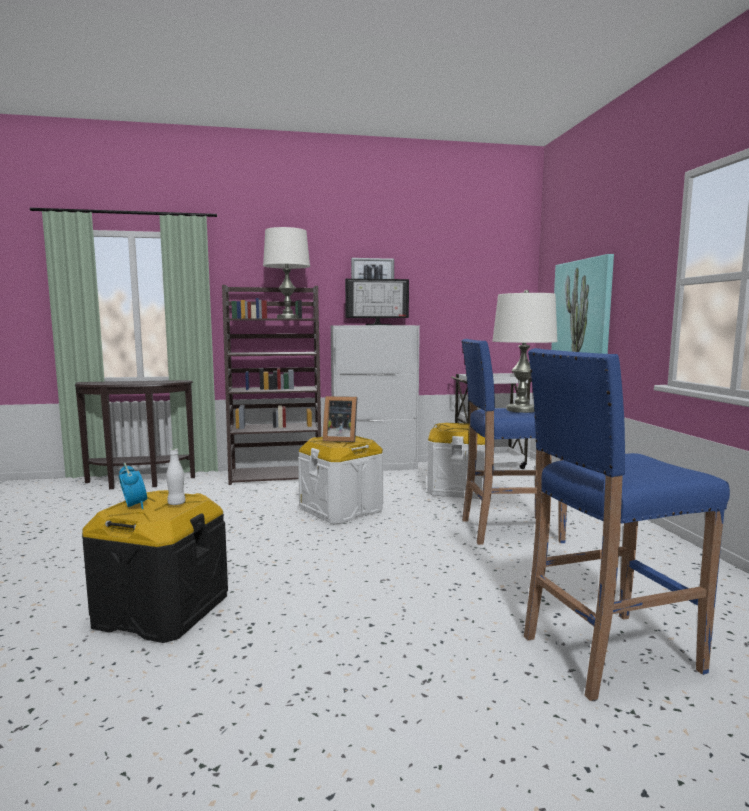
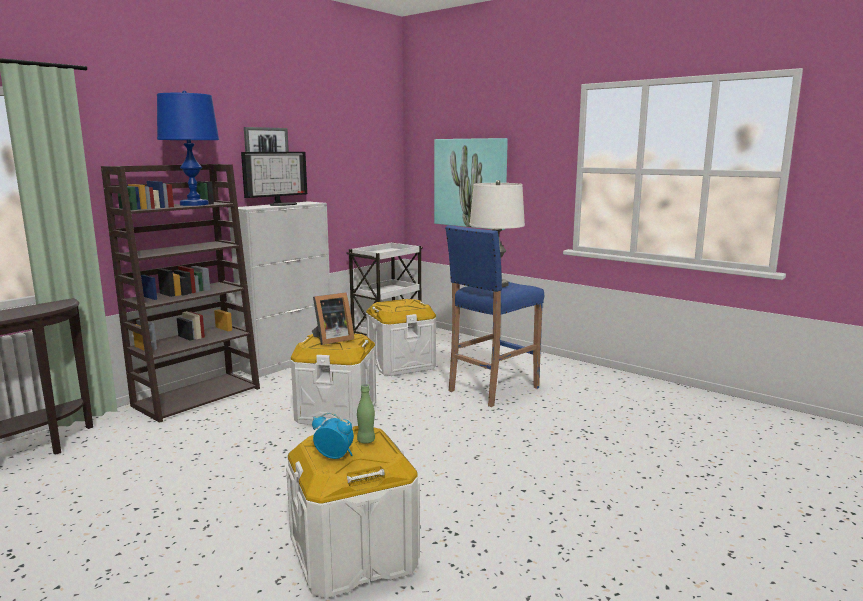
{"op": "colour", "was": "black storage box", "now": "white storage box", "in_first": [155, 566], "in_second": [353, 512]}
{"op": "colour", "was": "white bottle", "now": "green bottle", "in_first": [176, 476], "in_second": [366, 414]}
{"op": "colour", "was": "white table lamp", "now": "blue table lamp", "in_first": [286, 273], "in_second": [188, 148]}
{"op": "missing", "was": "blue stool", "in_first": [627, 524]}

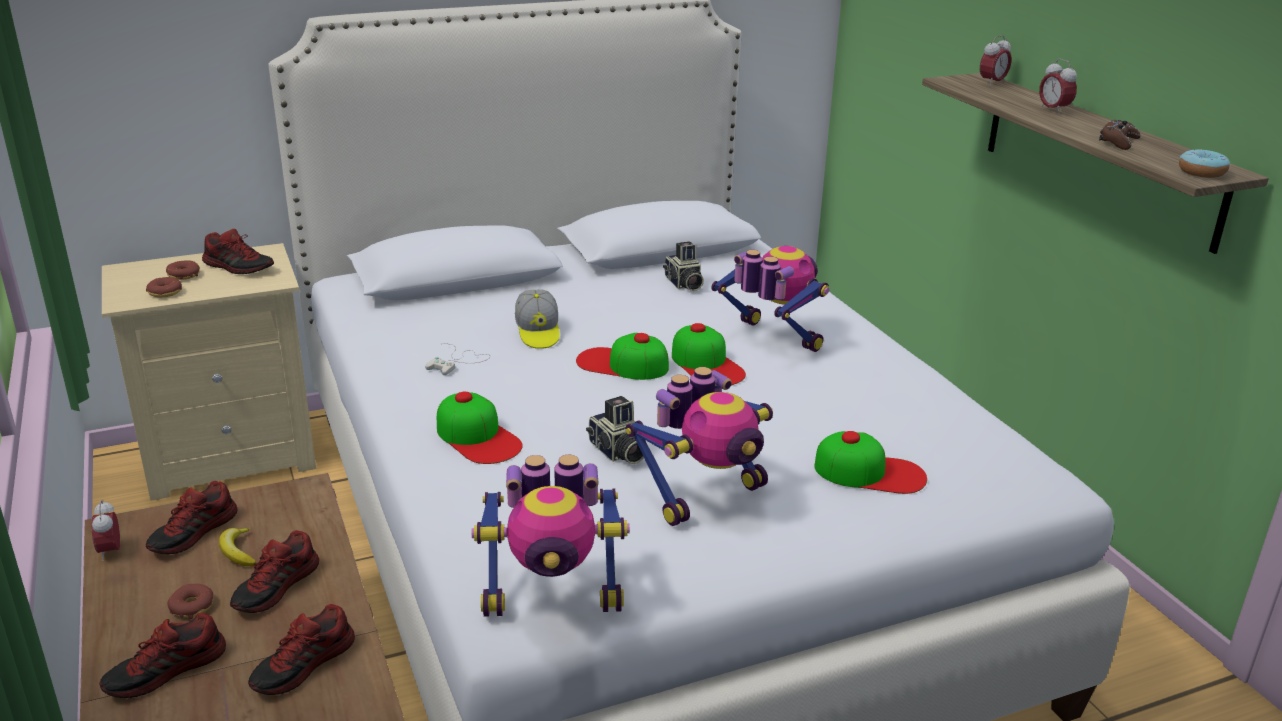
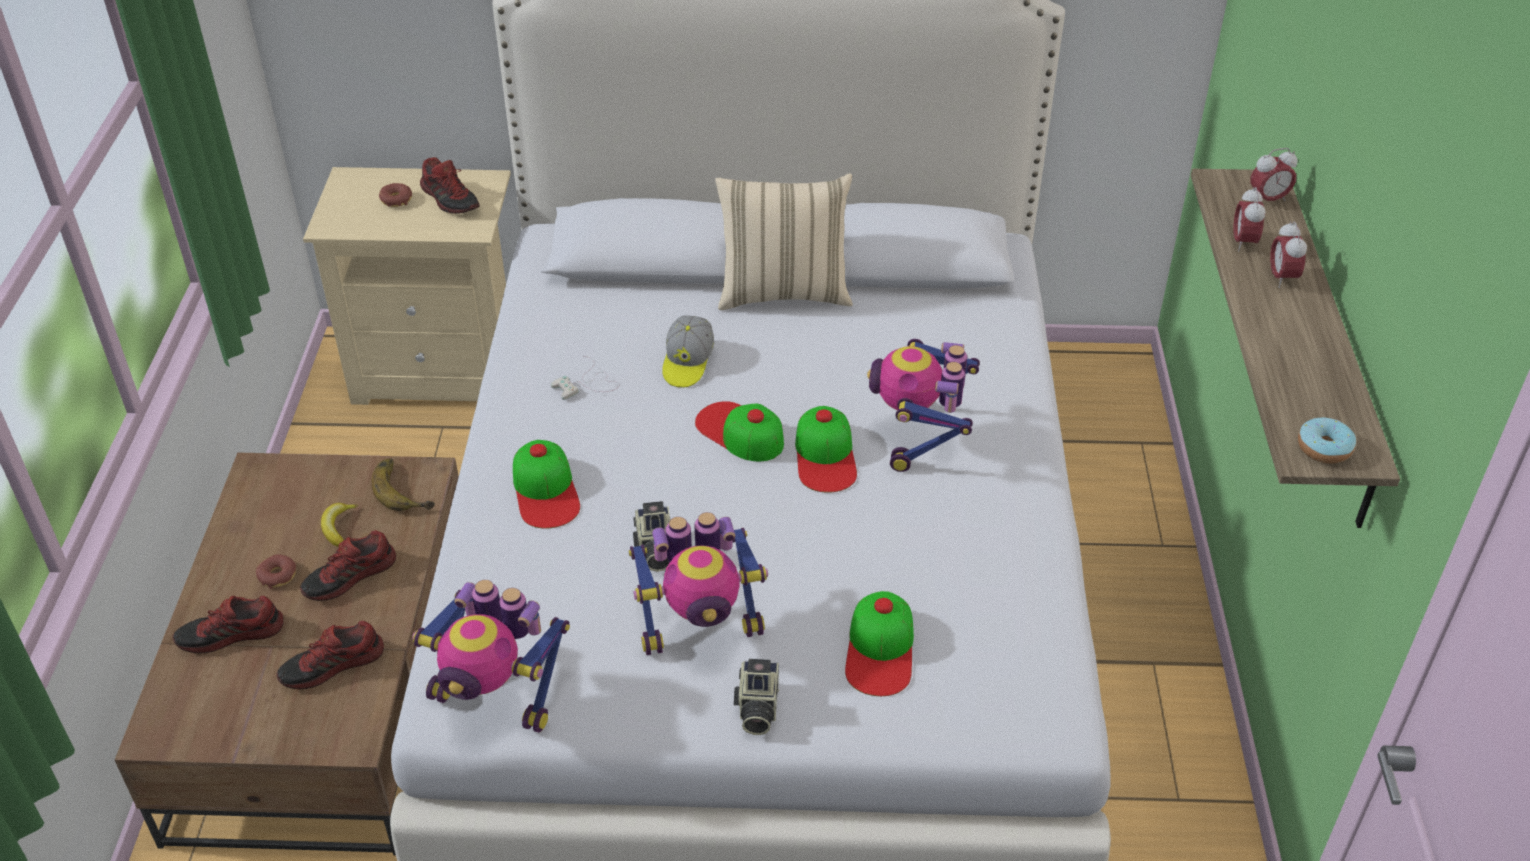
{"op": "relocated", "was": "alarm clock", "in_first": [105, 530], "in_second": [1249, 219]}
{"op": "missing", "was": "donut", "in_first": [164, 287]}
{"op": "missing", "was": "shoe", "in_first": [191, 517]}
{"op": "relocated", "was": "photo camera", "in_first": [683, 266], "in_second": [756, 697]}
{"op": "spun", "was": "toy robot", "in_first": [770, 299], "in_second": [923, 405], "clockwise": -150}
{"op": "spun", "was": "cap", "in_first": [870, 462], "in_second": [879, 643], "clockwise": 60}
{"op": "missing", "was": "brown game controller", "in_first": [1119, 135]}
{"op": "appeared", "now": "banana", "in_second": [403, 485]}
{"op": "appeared", "now": "beige pillow", "in_second": [784, 241]}

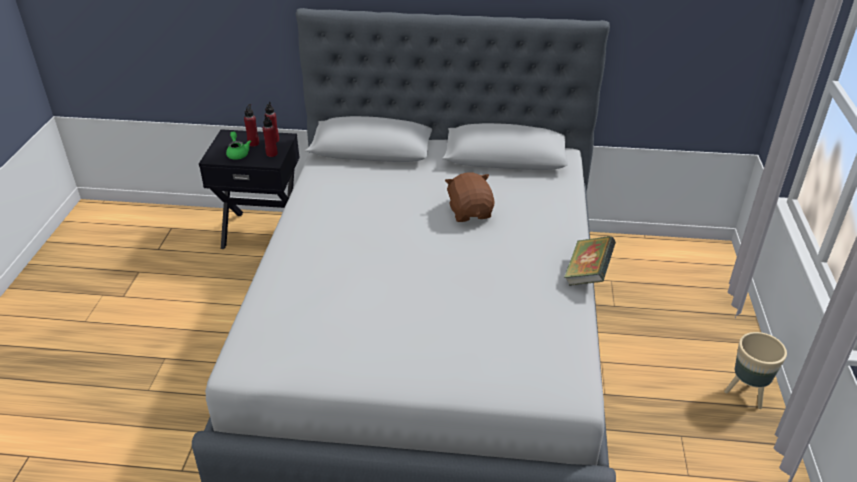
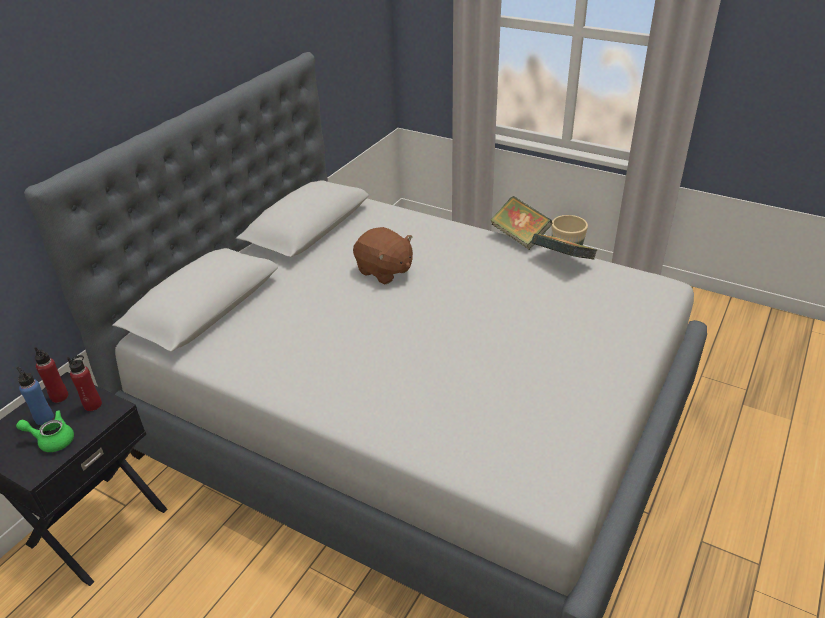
{"op": "colour", "was": "red bottle", "now": "blue bottle", "in_first": [251, 125], "in_second": [35, 396]}
{"op": "spun", "was": "brown plush toy", "in_first": [470, 197], "in_second": [383, 255], "clockwise": -150}
{"op": "appeared", "now": "book", "in_second": [564, 246]}

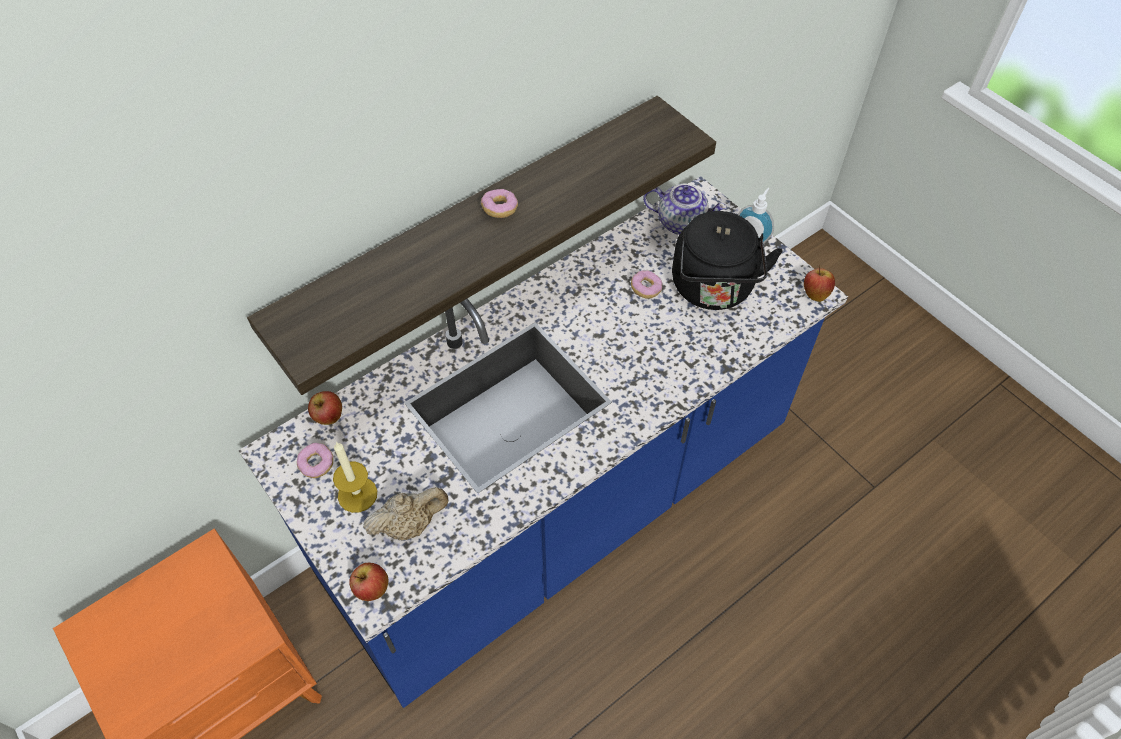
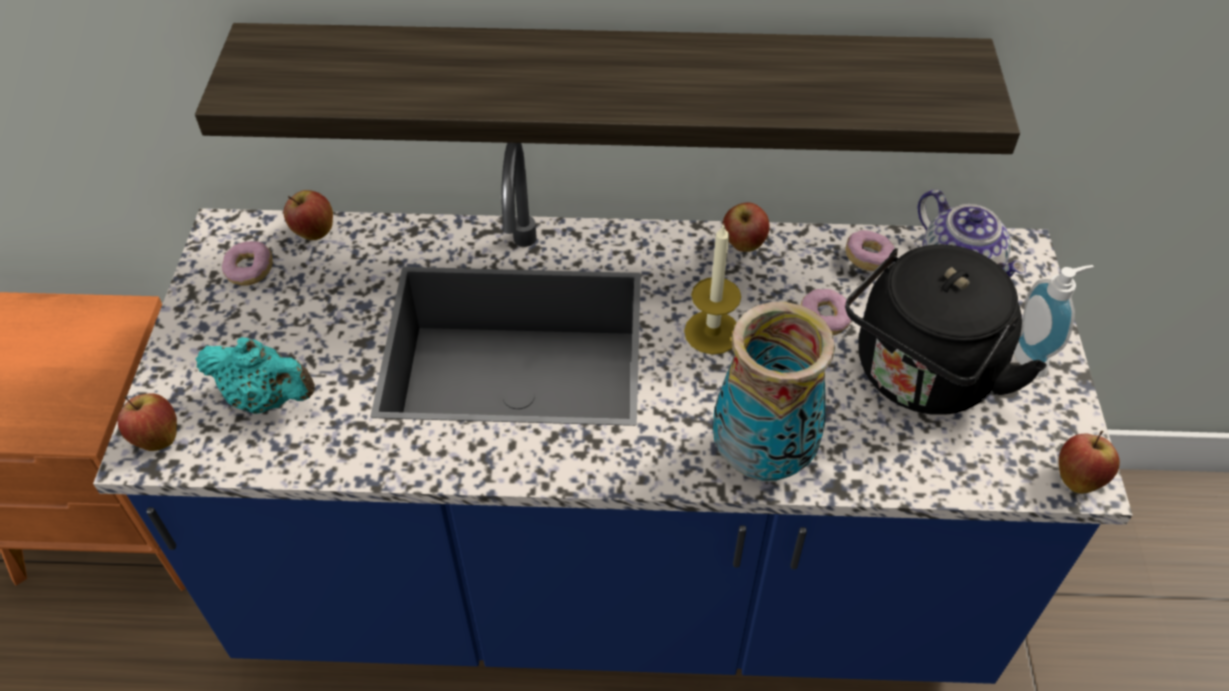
{"op": "relocated", "was": "candle", "in_first": [355, 477], "in_second": [712, 289]}
{"op": "colour", "was": "beige teapot", "now": "turquoise teapot", "in_first": [405, 513], "in_second": [255, 375]}
{"op": "relocated", "was": "donut", "in_first": [499, 203], "in_second": [870, 250]}
{"op": "appeared", "now": "vase", "in_second": [774, 391]}
{"op": "appeared", "now": "apple", "in_second": [746, 227]}

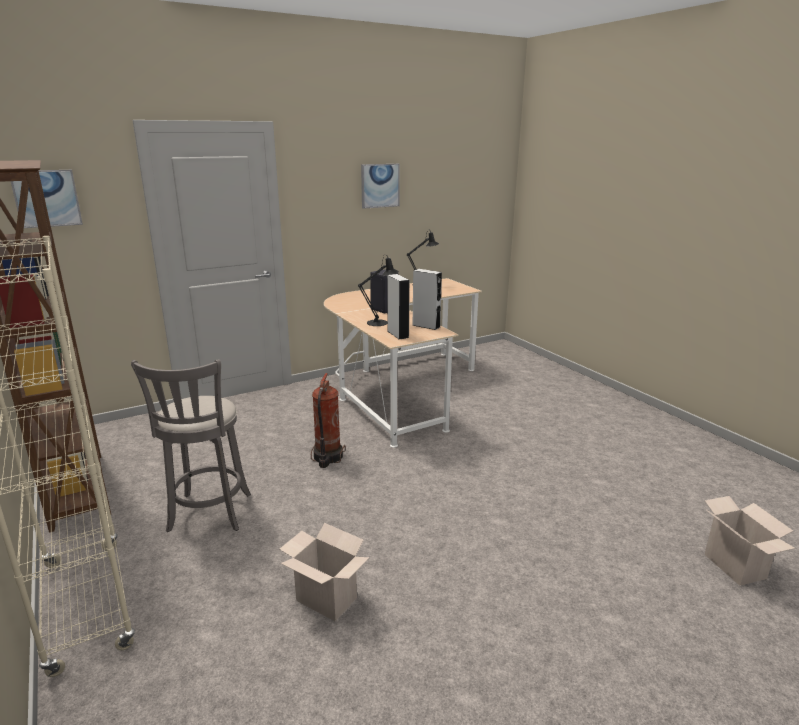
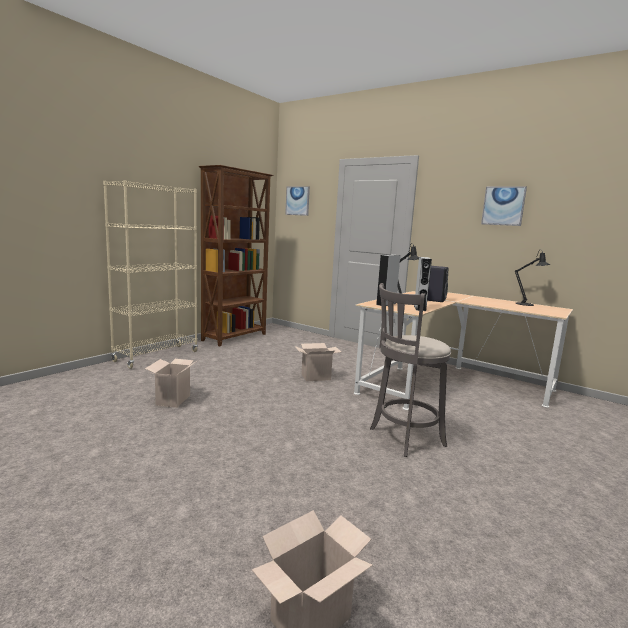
{"op": "relocated", "was": "grey stool", "in_first": [191, 445], "in_second": [410, 370]}
{"op": "exchanged", "was": "fire extinguisher", "now": "cardboard box", "in_first": [328, 420], "in_second": [318, 362]}

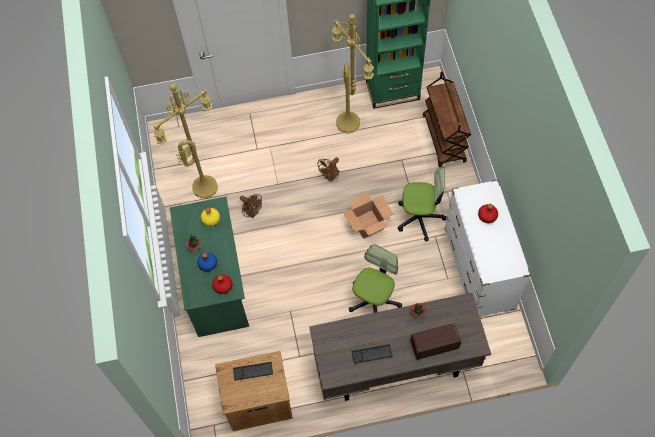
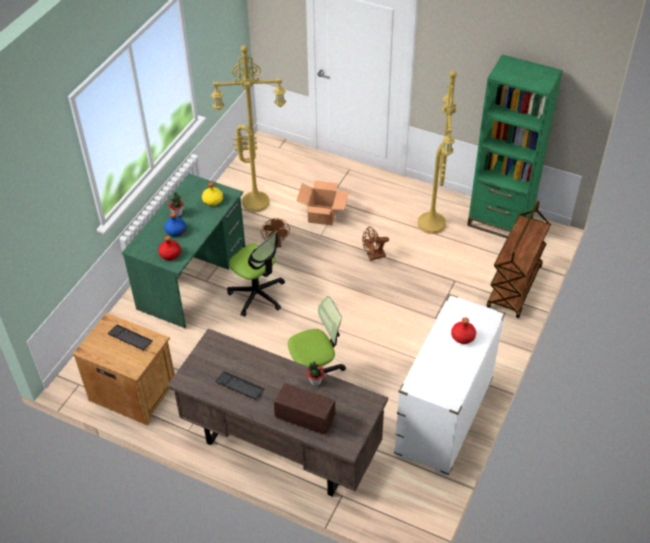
{"op": "relocated", "was": "cardboard box", "in_first": [368, 216], "in_second": [322, 203]}
{"op": "relocated", "was": "office chair", "in_first": [422, 204], "in_second": [256, 274]}

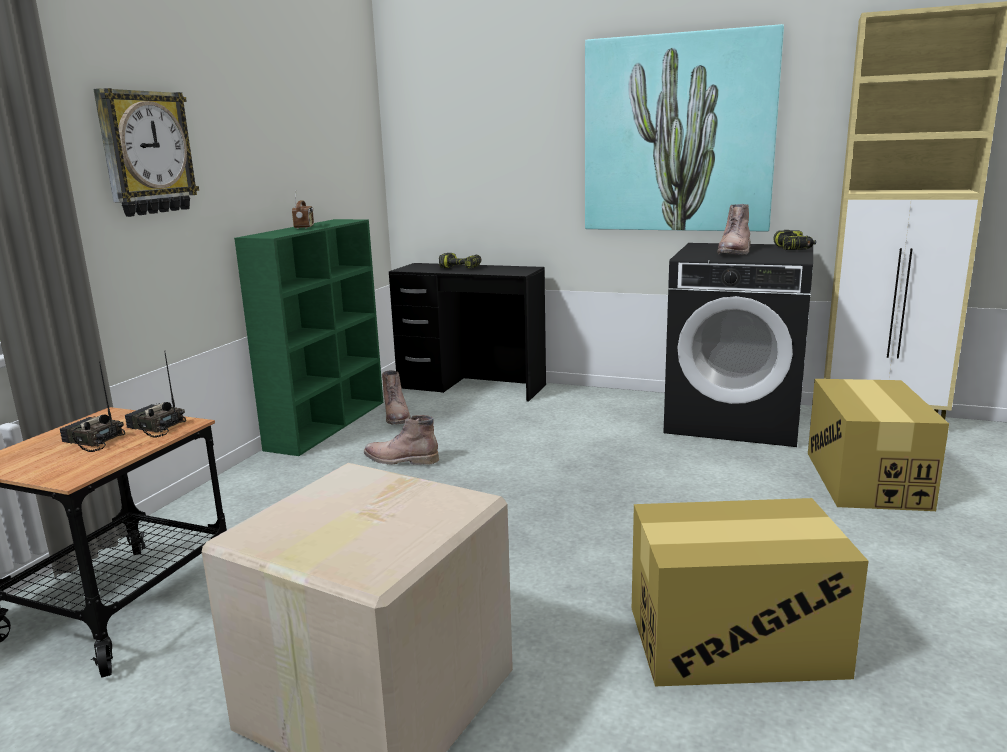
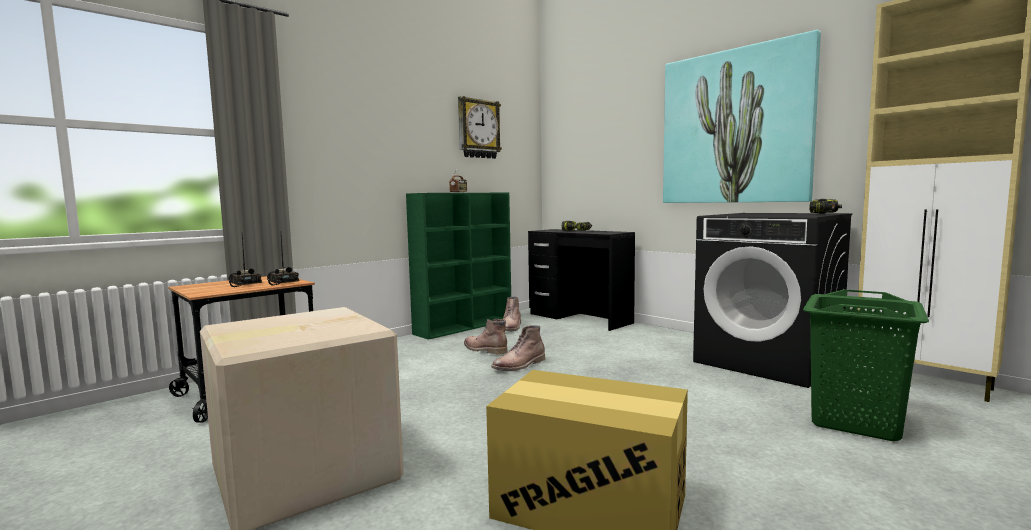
{"op": "relocated", "was": "wall clock", "in_first": [146, 152], "in_second": [480, 127]}
{"op": "relocated", "was": "brown boot", "in_first": [733, 229], "in_second": [518, 348]}
{"op": "exchanged", "was": "cardboard box", "now": "green laundry basket", "in_first": [878, 445], "in_second": [866, 365]}

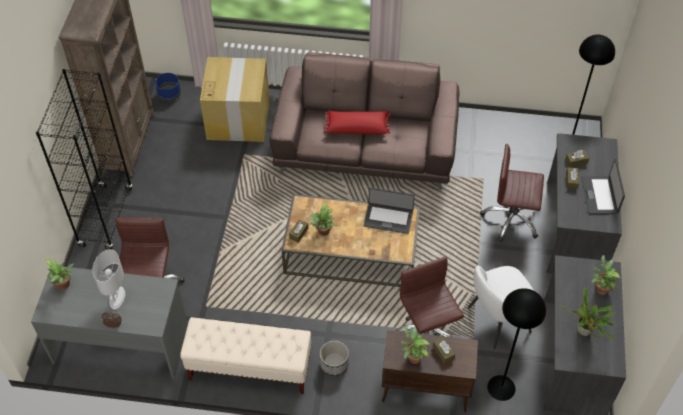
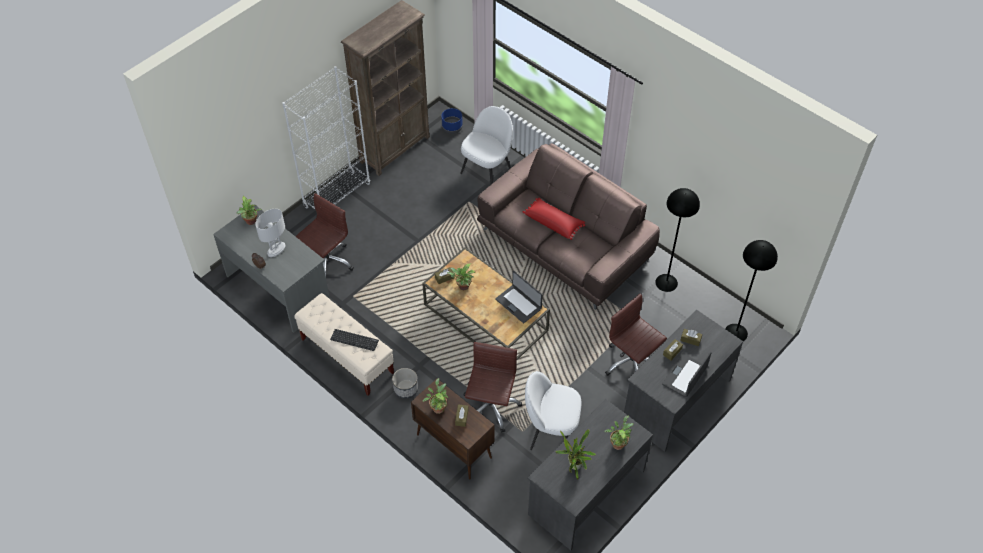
{"op": "colour", "was": "black bookcase", "now": "white bookcase", "in_first": [84, 159], "in_second": [326, 137]}
{"op": "exchanged", "was": "cardboard box", "now": "white chair", "in_first": [234, 99], "in_second": [486, 145]}
{"op": "relocated", "was": "black floor lamp", "in_first": [516, 344], "in_second": [677, 240]}
{"op": "appeared", "now": "keyboard", "in_second": [354, 340]}

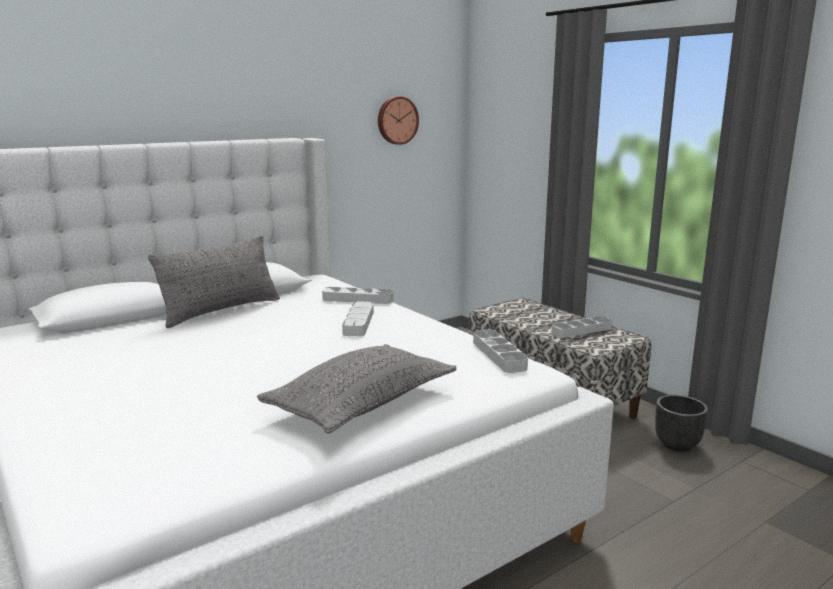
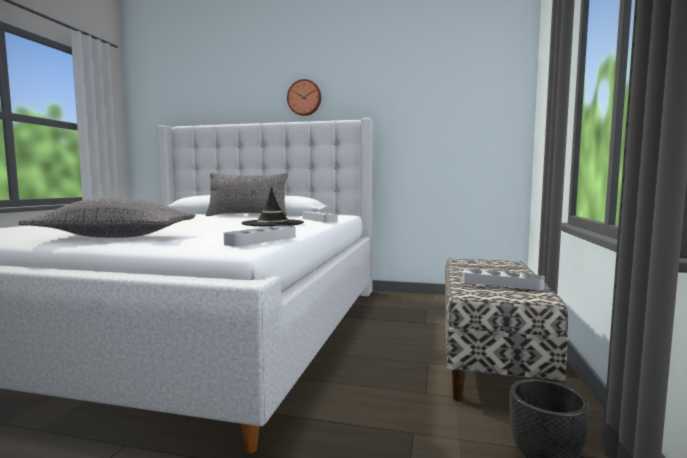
{"op": "exchanged", "was": "grey tray", "now": "black hat", "in_first": [358, 318], "in_second": [273, 206]}
{"op": "relocated", "was": "wall clock", "in_first": [398, 120], "in_second": [304, 97]}

